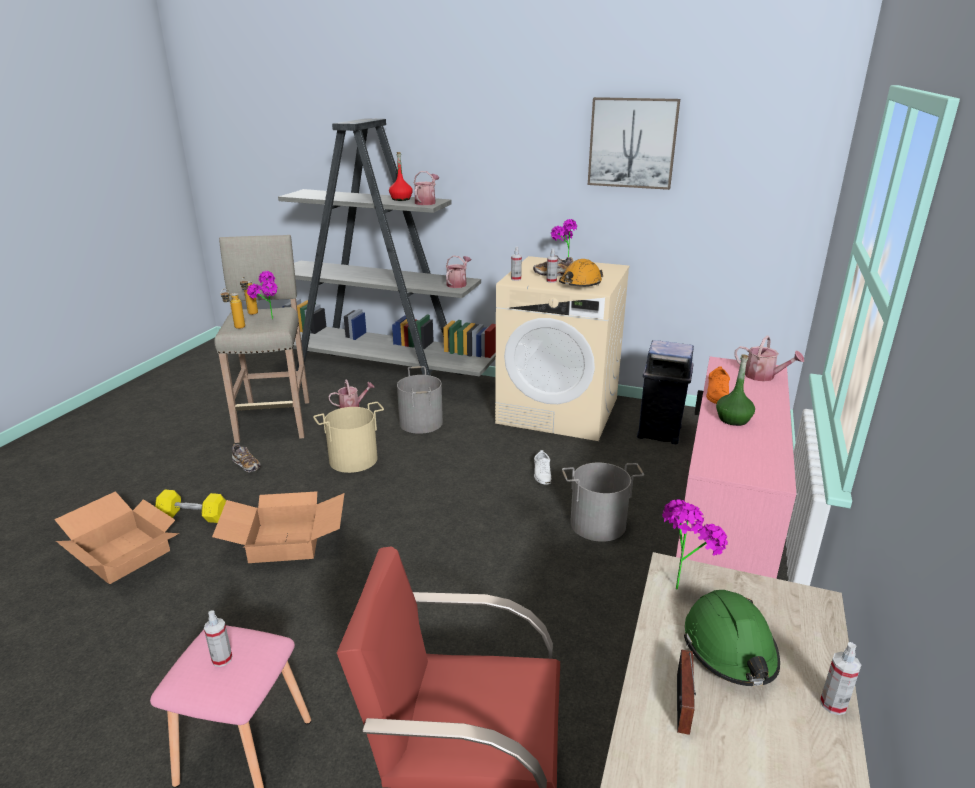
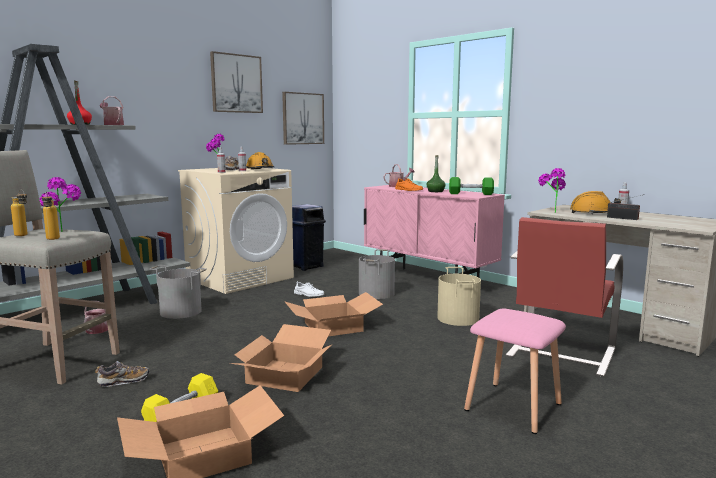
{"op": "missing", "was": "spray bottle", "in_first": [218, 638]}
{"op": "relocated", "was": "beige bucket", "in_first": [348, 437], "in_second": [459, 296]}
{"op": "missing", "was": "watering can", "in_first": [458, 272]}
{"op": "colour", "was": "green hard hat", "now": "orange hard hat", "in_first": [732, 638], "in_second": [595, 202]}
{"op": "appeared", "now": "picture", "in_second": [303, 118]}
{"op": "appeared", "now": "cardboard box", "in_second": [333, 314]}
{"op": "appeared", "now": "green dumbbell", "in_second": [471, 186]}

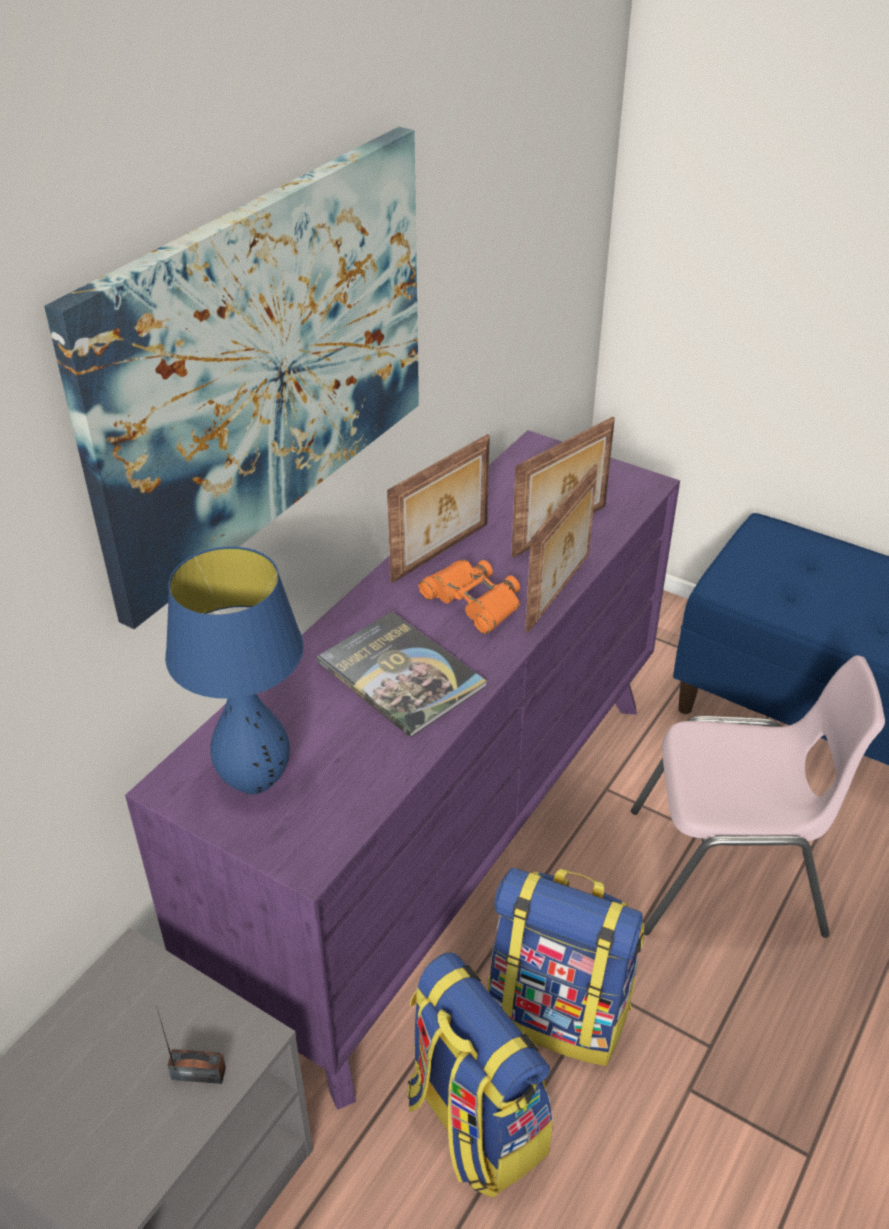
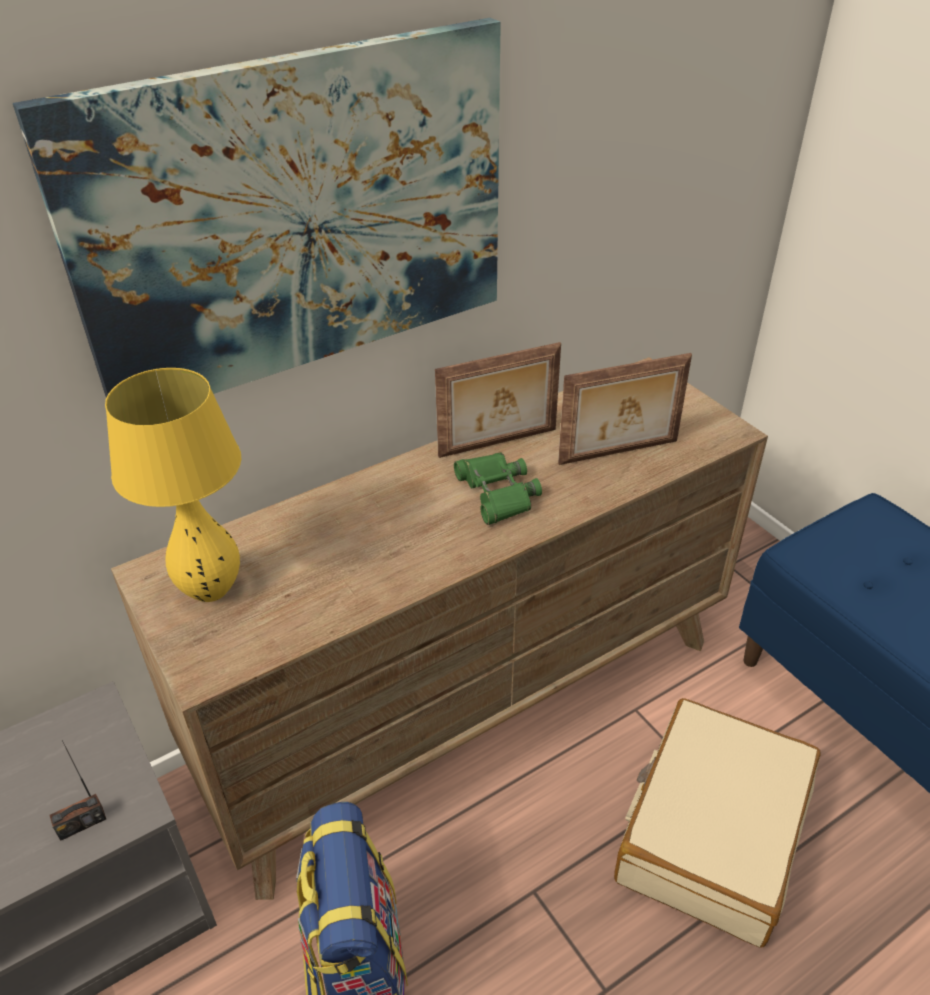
{"op": "colour", "was": "purple dresser", "now": "brown dresser", "in_first": [402, 770], "in_second": [439, 628]}
{"op": "spun", "was": "radio", "in_first": [191, 1044], "in_second": [77, 791], "clockwise": 120}
{"op": "colour", "was": "blue table lamp", "now": "yellow table lamp", "in_first": [234, 670], "in_second": [173, 485]}
{"op": "missing", "was": "book", "in_first": [401, 675]}
{"op": "colour", "was": "orange binoculars", "now": "green binoculars", "in_first": [469, 597], "in_second": [498, 489]}
{"op": "missing", "was": "backpack", "in_first": [566, 967]}
{"op": "missing", "was": "picture frame", "in_first": [561, 548]}
{"op": "exchanged", "was": "pink chair", "now": "beige suitcase", "in_first": [758, 796], "in_second": [717, 823]}

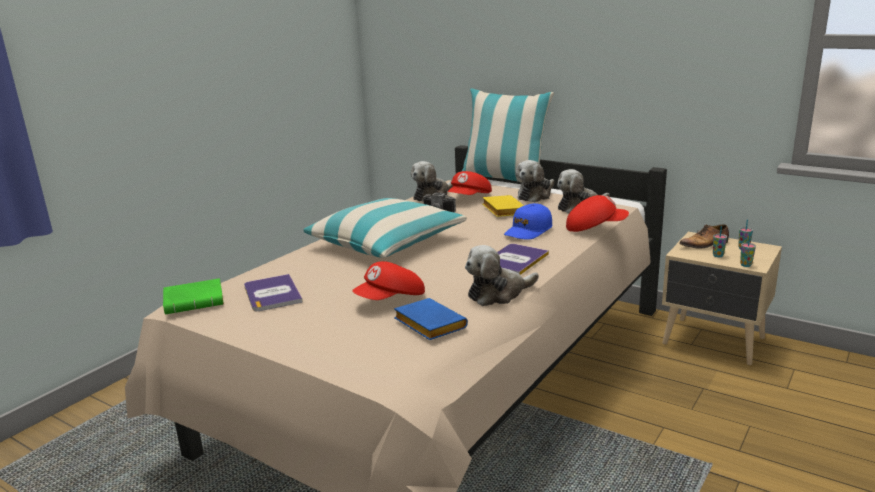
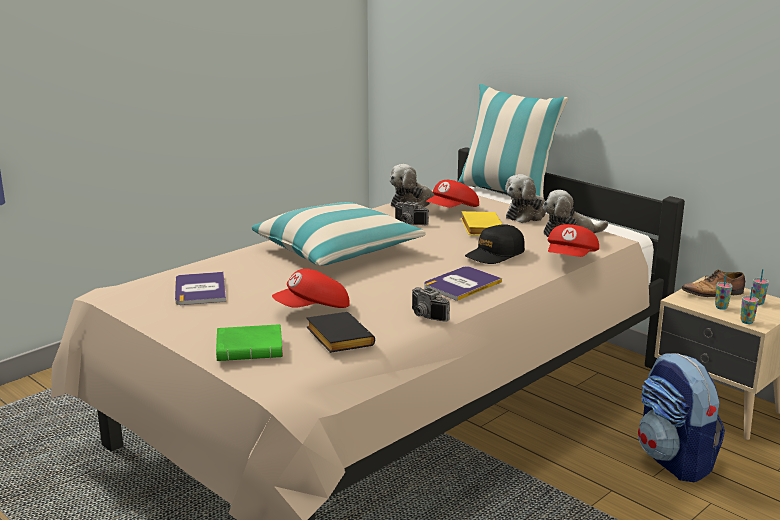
{"op": "relocated", "was": "green book", "in_first": [193, 296], "in_second": [249, 342]}
{"op": "colour", "was": "blue book", "now": "black book", "in_first": [431, 319], "in_second": [340, 332]}
{"op": "exchanged", "was": "plush toy", "now": "photo camera", "in_first": [502, 275], "in_second": [431, 304]}
{"op": "colour", "was": "blue cap", "now": "black cap", "in_first": [528, 221], "in_second": [495, 244]}
{"op": "spun", "was": "red cap", "in_first": [597, 213], "in_second": [573, 240], "clockwise": 105}
{"op": "appeared", "now": "backpack", "in_second": [681, 417]}

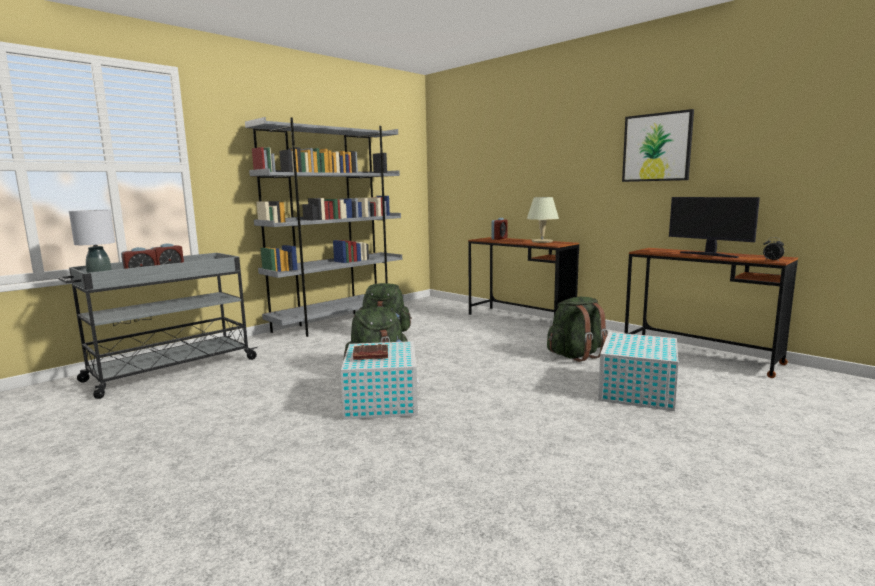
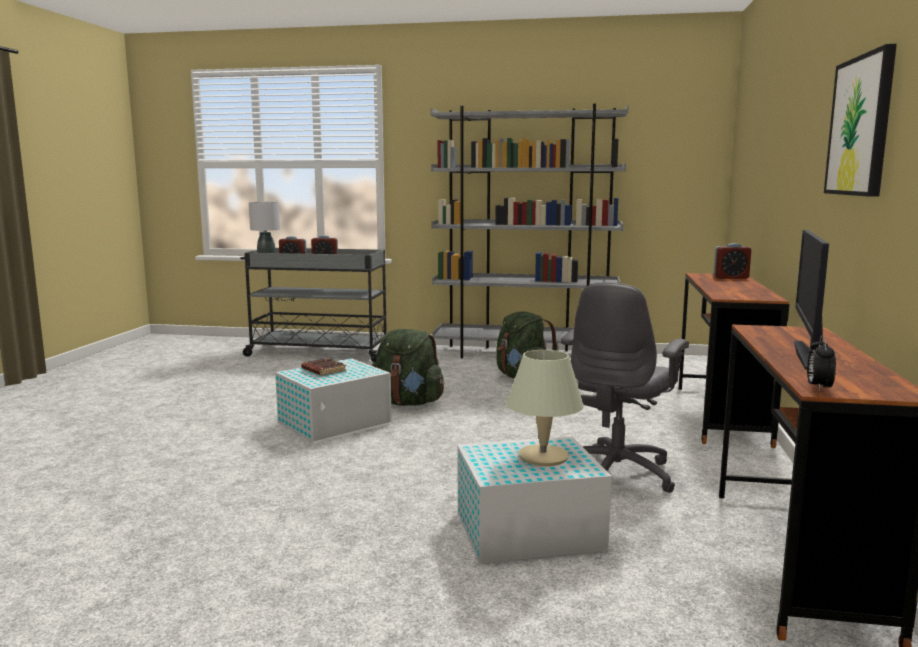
{"op": "relocated", "was": "beige table lamp", "in_first": [543, 220], "in_second": [545, 408]}
{"op": "exchanged", "was": "green backpack", "now": "grey office chair", "in_first": [577, 329], "in_second": [625, 387]}

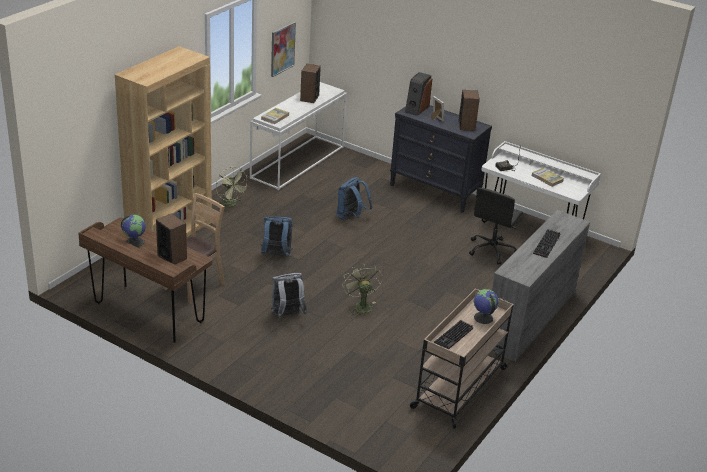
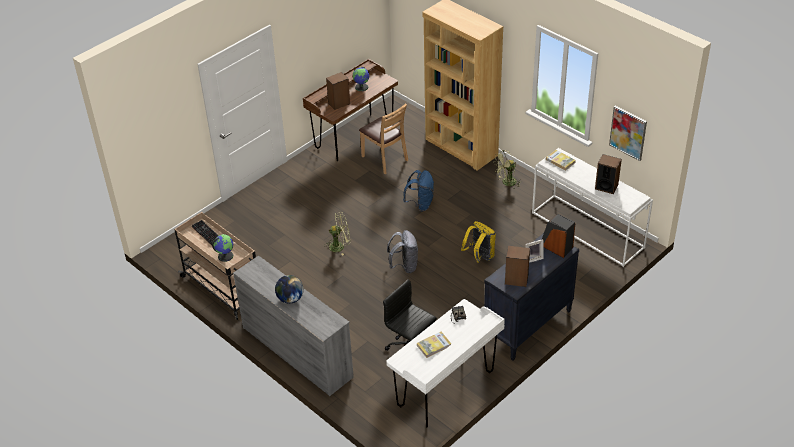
{"op": "relocated", "was": "grey backpack", "in_first": [289, 295], "in_second": [402, 251]}
{"op": "colour", "was": "blue backpack", "now": "yellow backpack", "in_first": [354, 198], "in_second": [478, 241]}
{"op": "exchanged", "was": "keyboard", "now": "globe", "in_first": [546, 243], "in_second": [289, 289]}

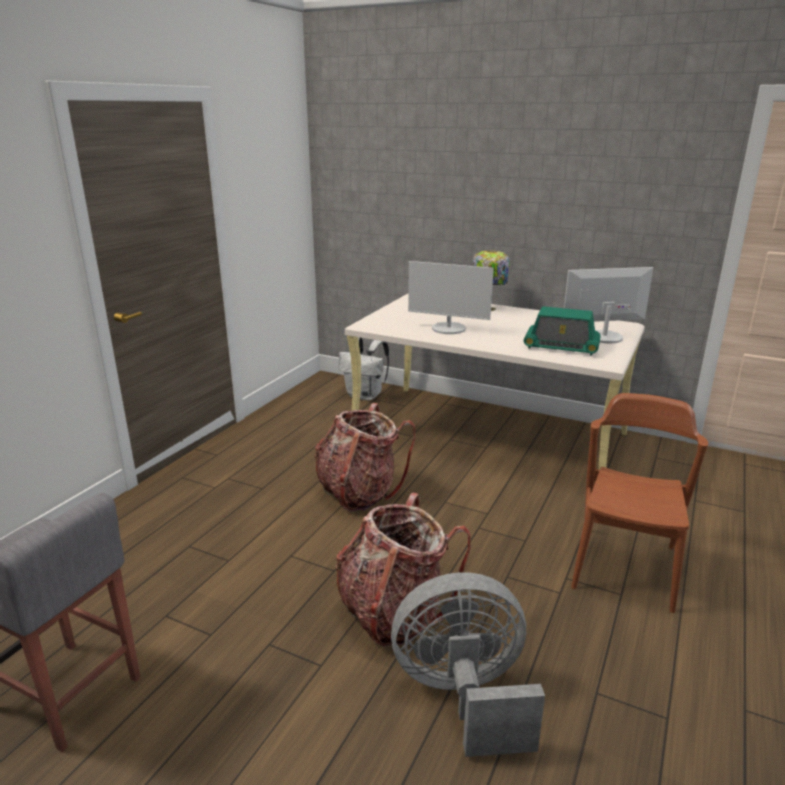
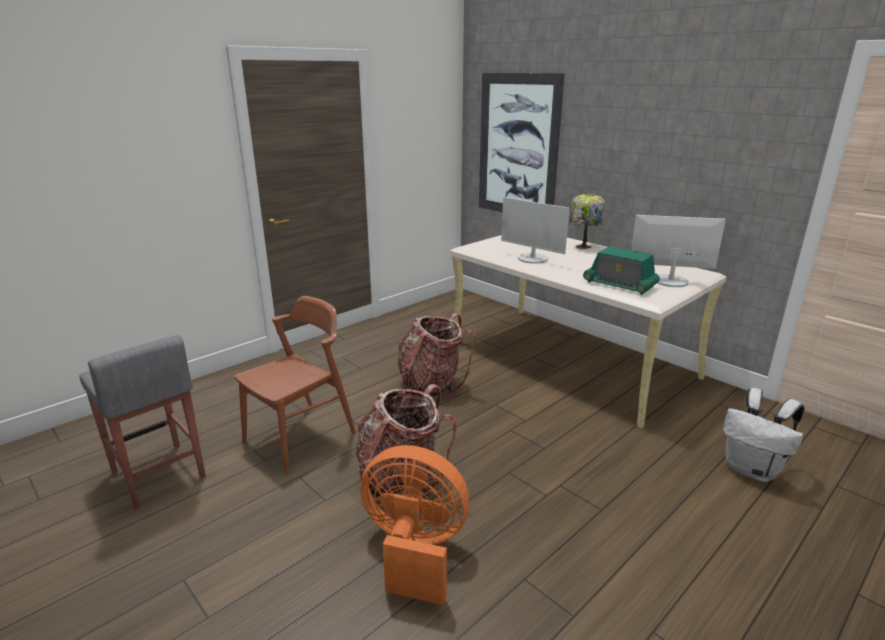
{"op": "relocated", "was": "white backpack", "in_first": [364, 368], "in_second": [764, 435]}
{"op": "colour", "was": "grey fan", "now": "orange fan", "in_first": [468, 664], "in_second": [414, 525]}
{"op": "relocated", "was": "brown chair", "in_first": [639, 503], "in_second": [295, 384]}
{"op": "appeared", "now": "picture", "in_second": [522, 142]}

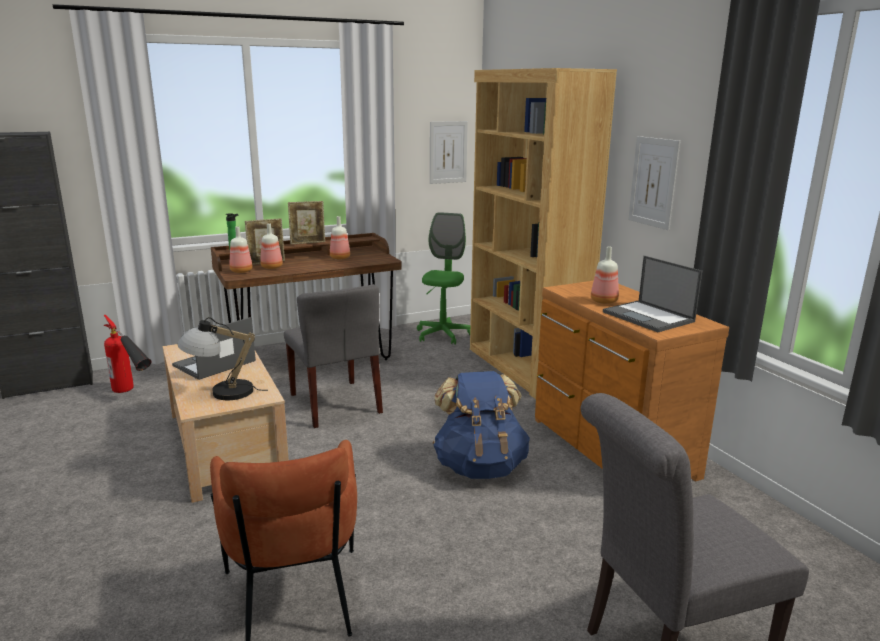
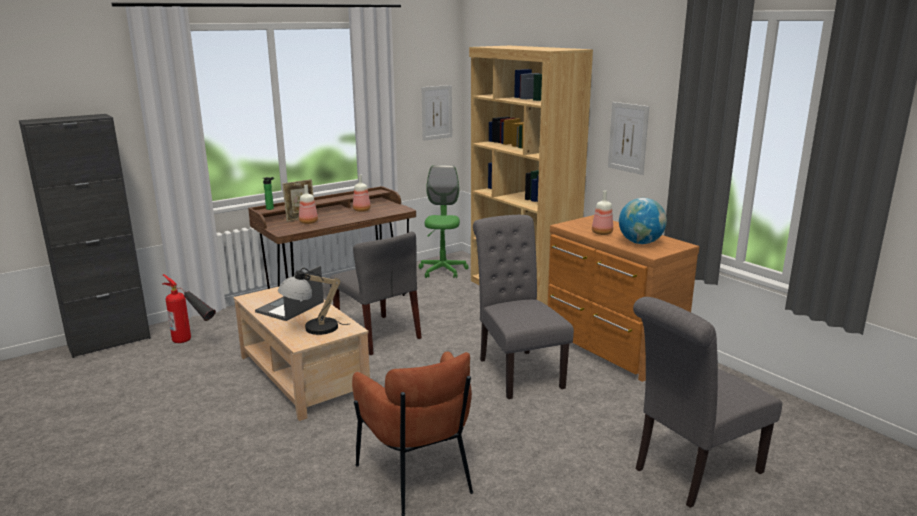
{"op": "missing", "was": "bottle", "in_first": [241, 249]}
{"op": "missing", "was": "picture frame", "in_first": [306, 223]}
{"op": "exchanged", "was": "blue backpack", "now": "grey chair", "in_first": [481, 425], "in_second": [523, 307]}
{"op": "exchanged", "was": "laptop", "now": "globe", "in_first": [652, 294], "in_second": [643, 221]}

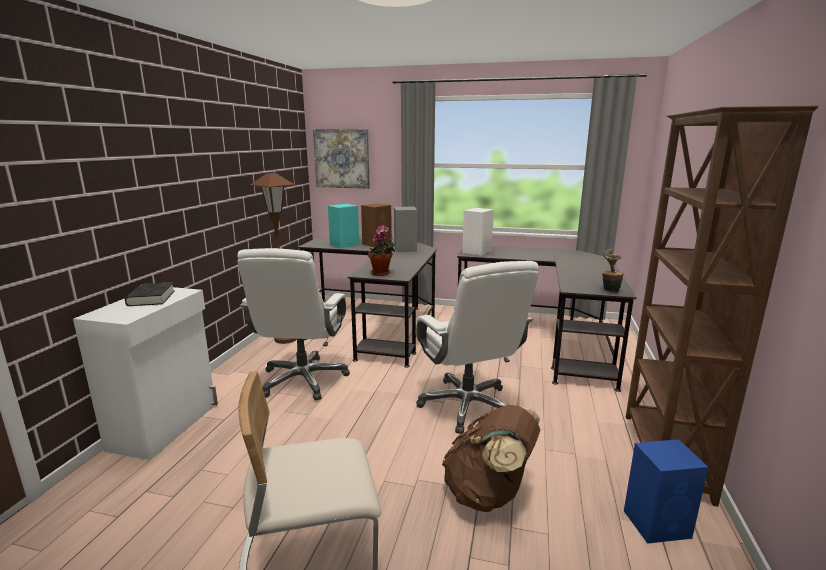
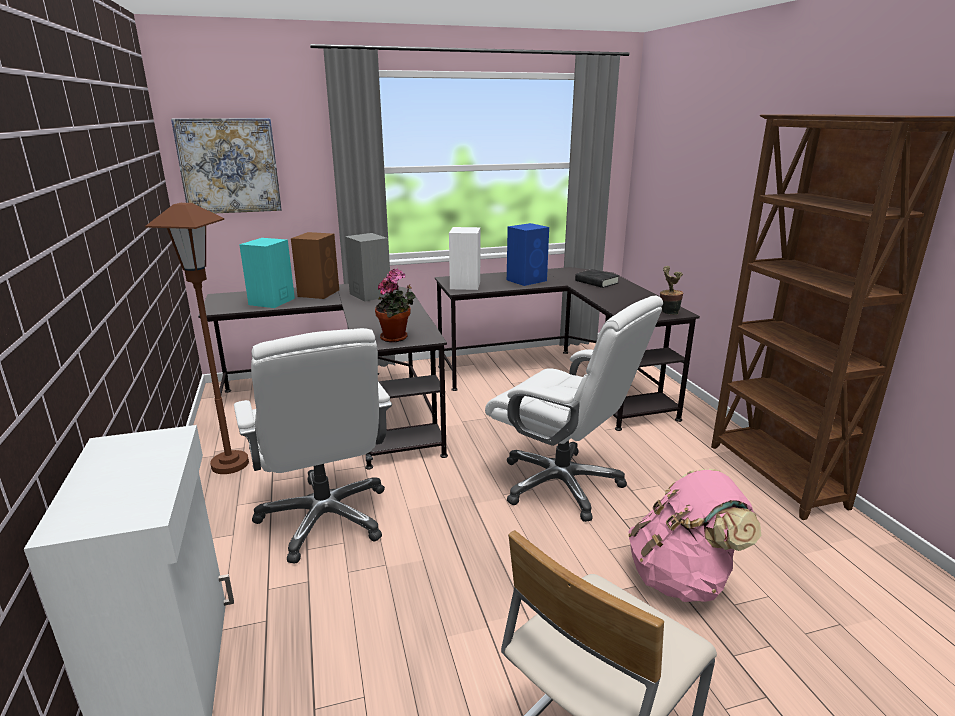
{"op": "relocated", "was": "black book", "in_first": [150, 294], "in_second": [597, 278]}
{"op": "colour", "was": "brown backpack", "now": "pink backpack", "in_first": [491, 458], "in_second": [694, 535]}
{"op": "relocated", "was": "blue speaker", "in_first": [666, 491], "in_second": [528, 254]}

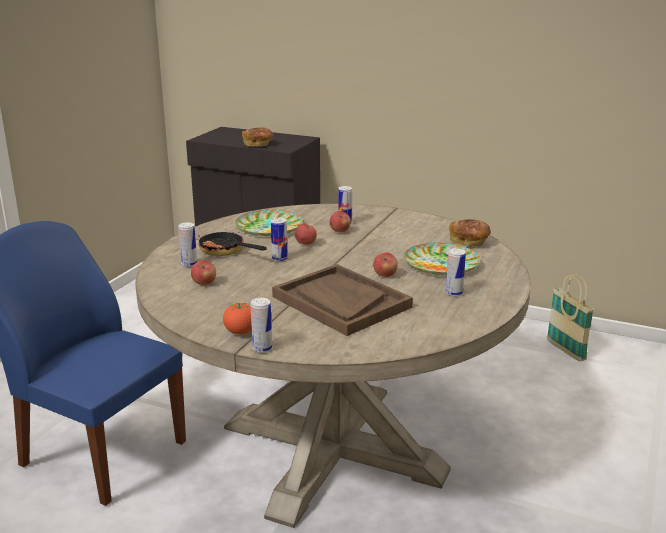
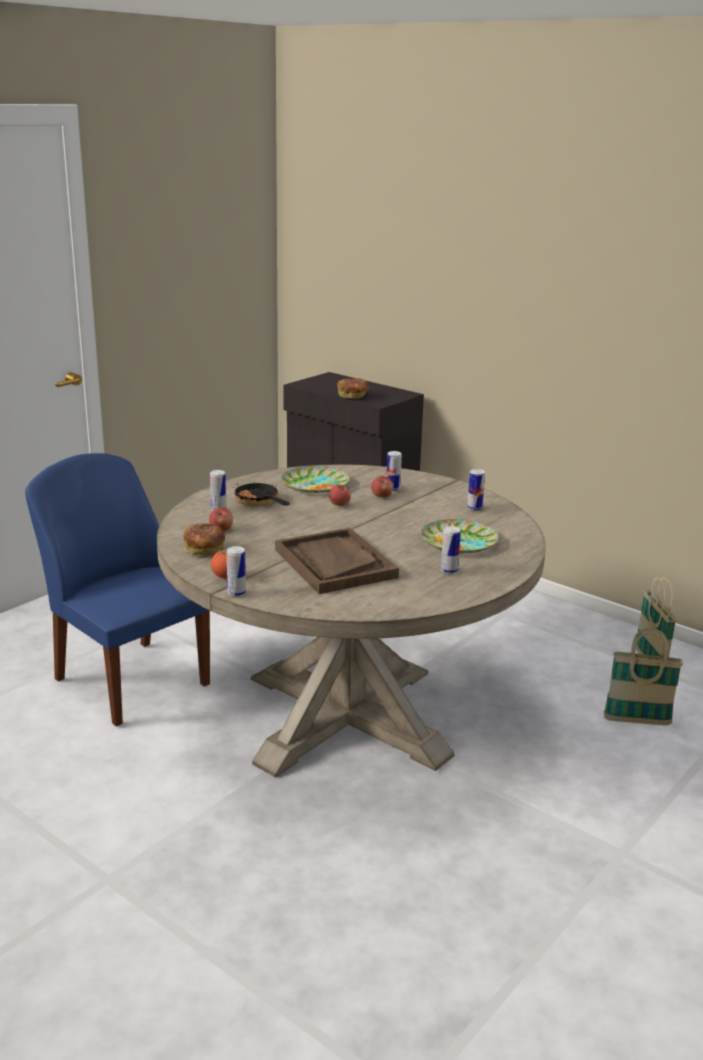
{"op": "relocated", "was": "can", "in_first": [279, 240], "in_second": [476, 490]}
{"op": "missing", "was": "apple", "in_first": [385, 264]}
{"op": "relocated", "was": "bread", "in_first": [470, 233], "in_second": [204, 539]}
{"op": "appeared", "now": "basket", "in_second": [643, 676]}

